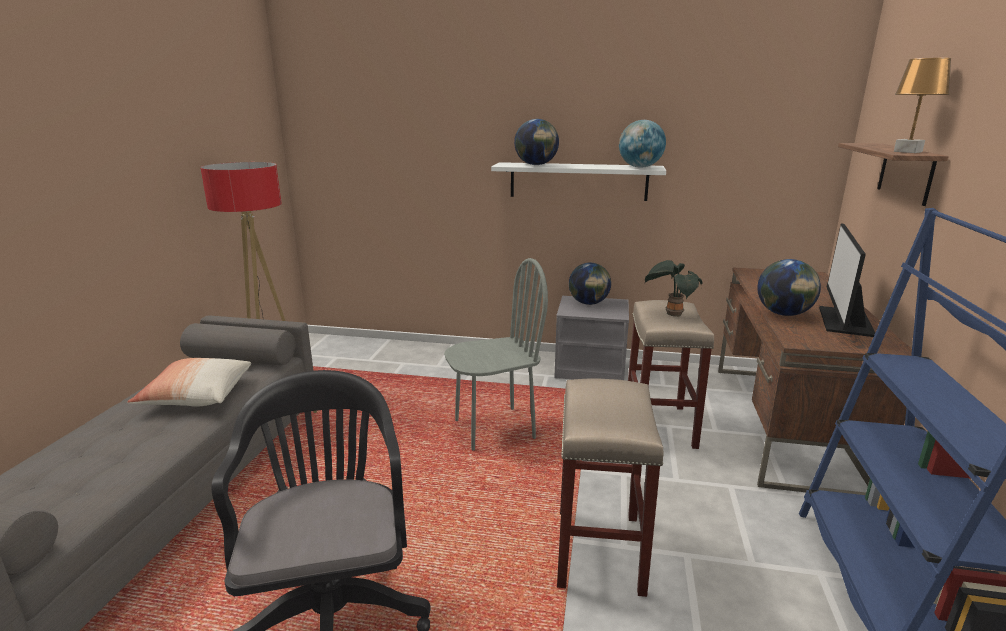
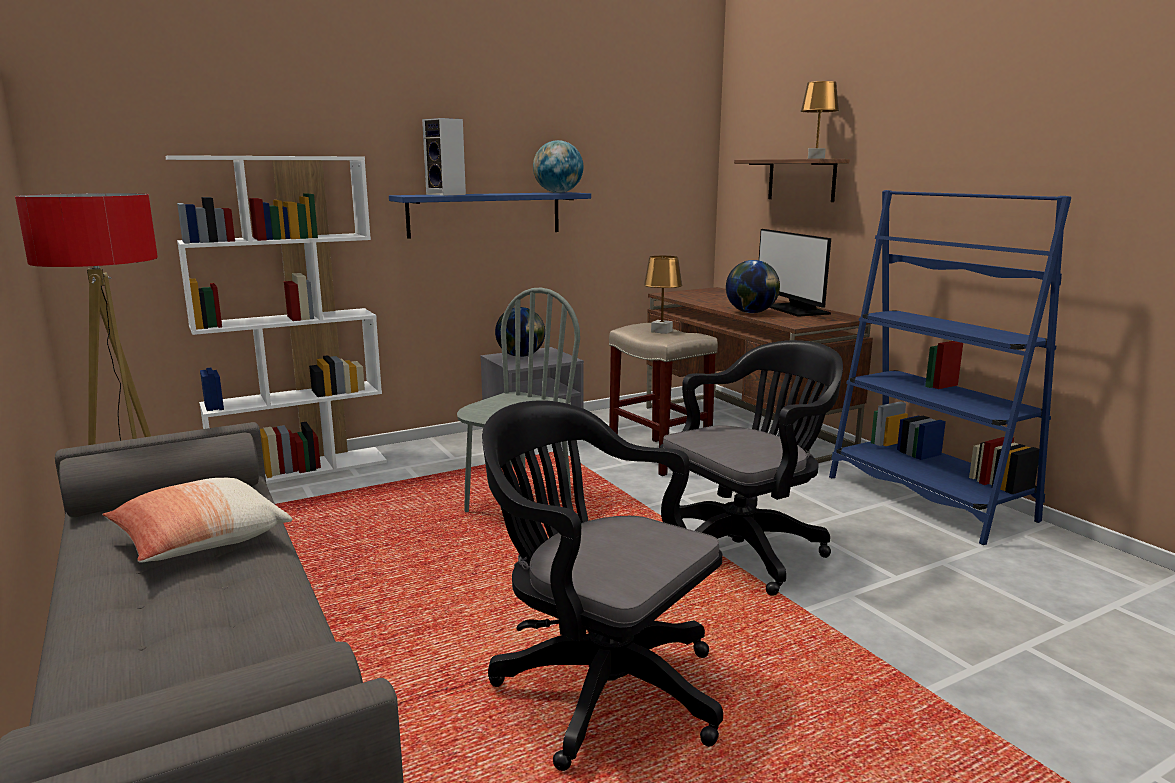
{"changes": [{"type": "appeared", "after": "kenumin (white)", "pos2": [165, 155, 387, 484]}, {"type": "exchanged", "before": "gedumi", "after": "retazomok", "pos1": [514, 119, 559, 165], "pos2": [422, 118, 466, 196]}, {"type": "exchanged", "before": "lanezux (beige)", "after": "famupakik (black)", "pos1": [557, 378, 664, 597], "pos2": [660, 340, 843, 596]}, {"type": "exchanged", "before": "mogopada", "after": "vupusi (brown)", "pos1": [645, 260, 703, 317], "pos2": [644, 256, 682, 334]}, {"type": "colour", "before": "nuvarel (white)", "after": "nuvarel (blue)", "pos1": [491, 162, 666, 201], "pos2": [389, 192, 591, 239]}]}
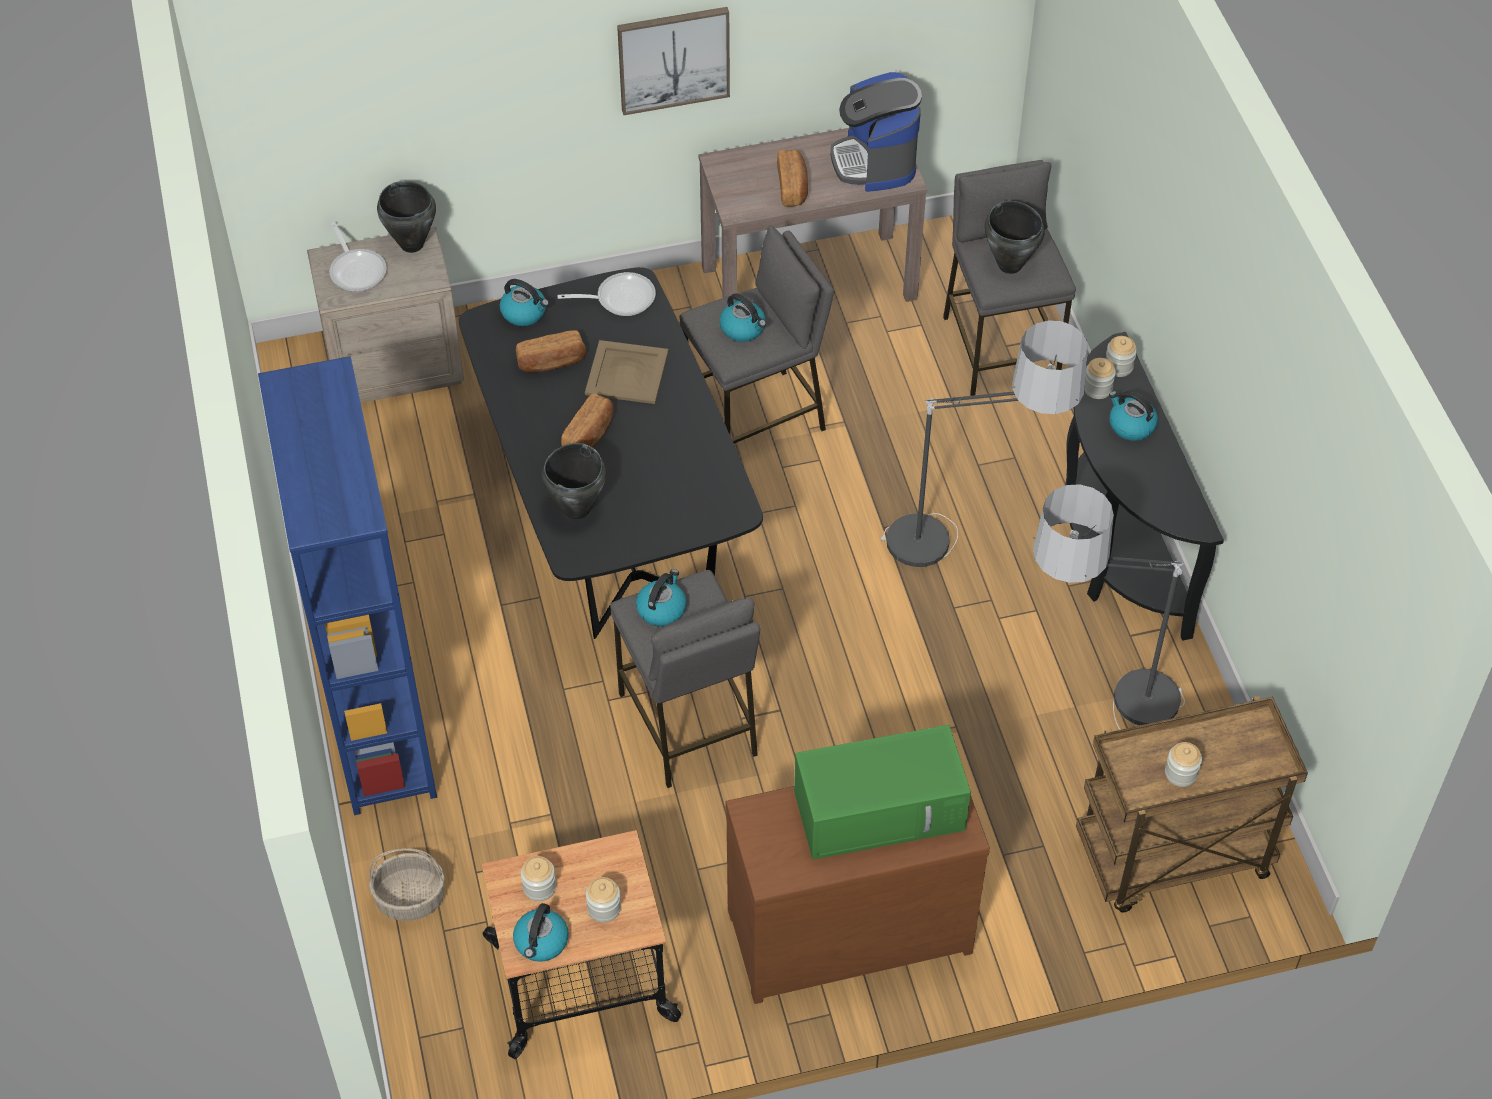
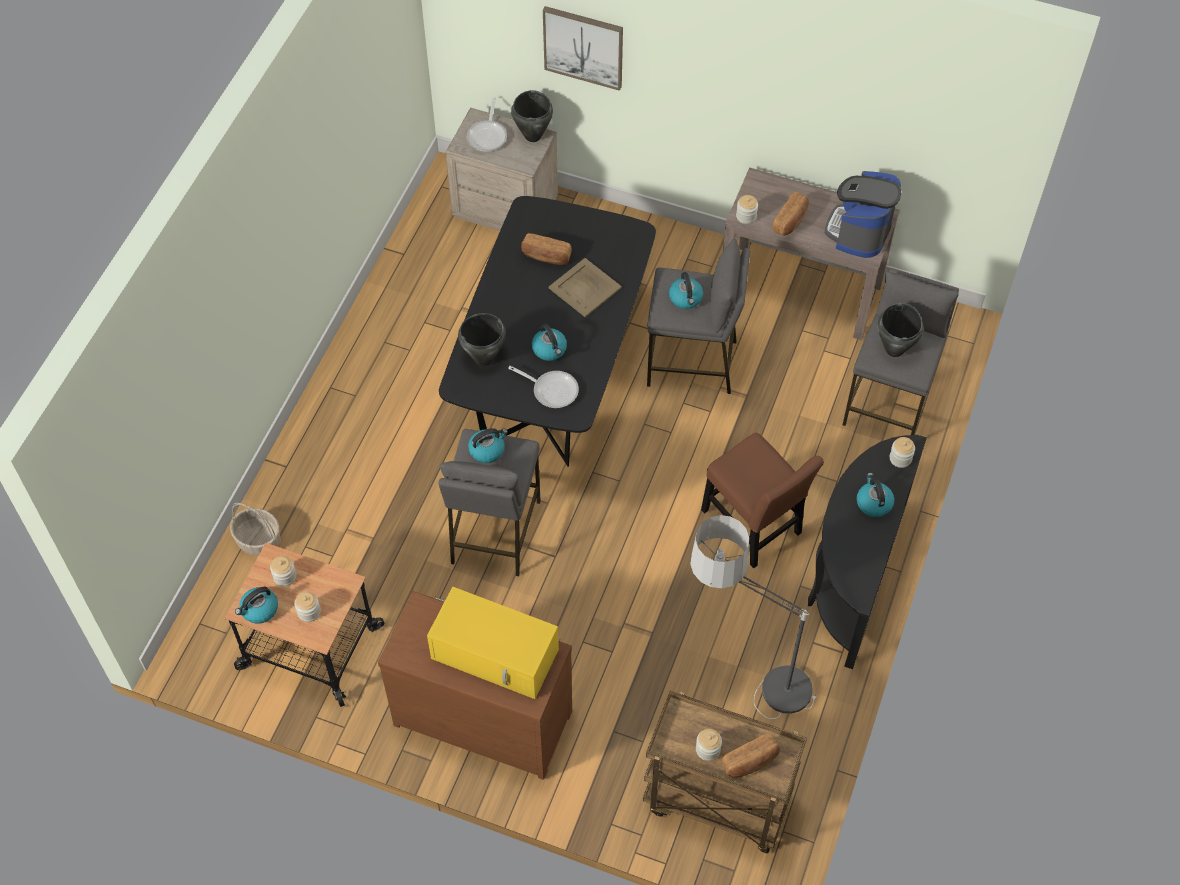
{"changes": [{"type": "missing", "before": "kenumin (blue)", "pos1": [258, 356, 437, 815]}, {"type": "relocated", "before": "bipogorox", "pos1": [500, 279, 549, 326], "pos2": [532, 323, 567, 361]}, {"type": "relocated", "before": "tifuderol", "pos1": [557, 272, 656, 316], "pos2": [508, 366, 579, 408]}, {"type": "relocated", "before": "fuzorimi", "pos1": [561, 393, 614, 447], "pos2": [722, 733, 780, 778]}, {"type": "relocated", "before": "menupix", "pos1": [617, 7, 730, 115], "pos2": [543, 6, 623, 91]}, {"type": "relocated", "before": "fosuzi", "pos1": [1084, 358, 1116, 399], "pos2": [736, 195, 758, 224]}, {"type": "exchanged", "before": "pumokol", "after": "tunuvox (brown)", "pos1": [880, 320, 1088, 567], "pos2": [701, 433, 824, 568]}, {"type": "colour", "before": "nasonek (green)", "after": "nasonek (yellow)", "pos1": [794, 725, 971, 860], "pos2": [427, 587, 559, 699]}]}
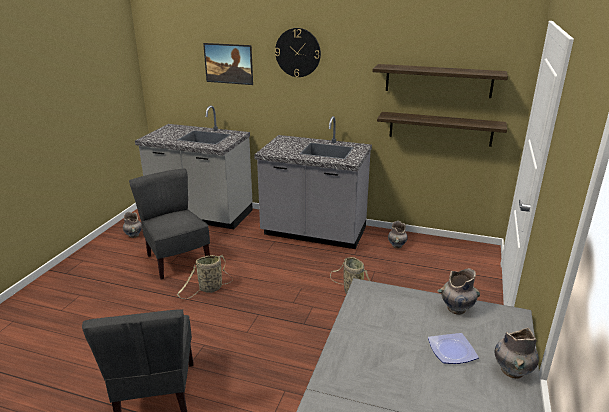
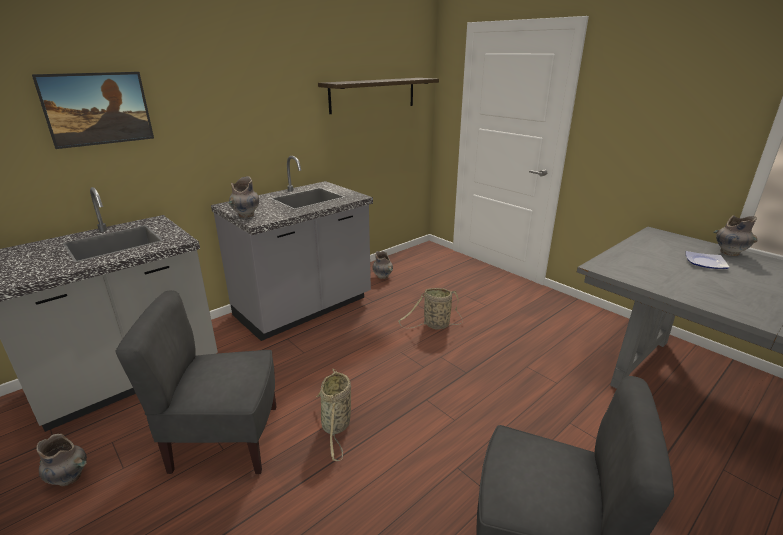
{"changes": [{"type": "missing", "before": "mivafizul", "pos1": [275, 28, 321, 77]}, {"type": "missing", "before": "nuvarel", "pos1": [377, 112, 507, 147]}, {"type": "relocated", "before": "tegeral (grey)", "pos1": [438, 268, 480, 315], "pos2": [228, 176, 259, 218]}]}
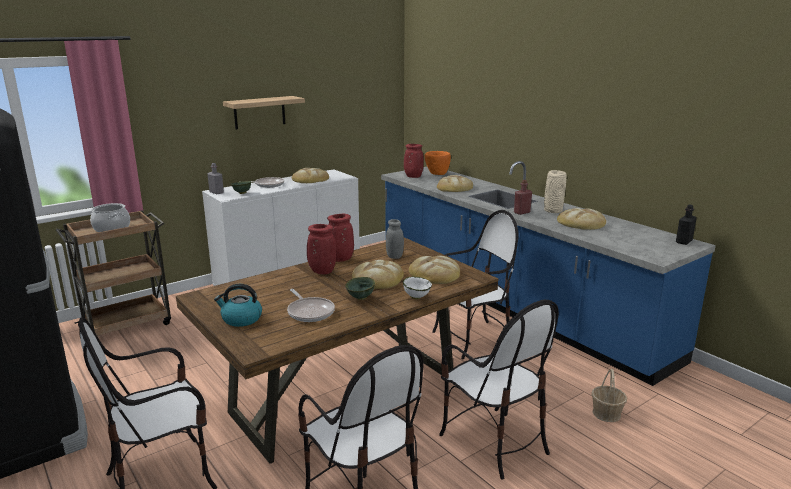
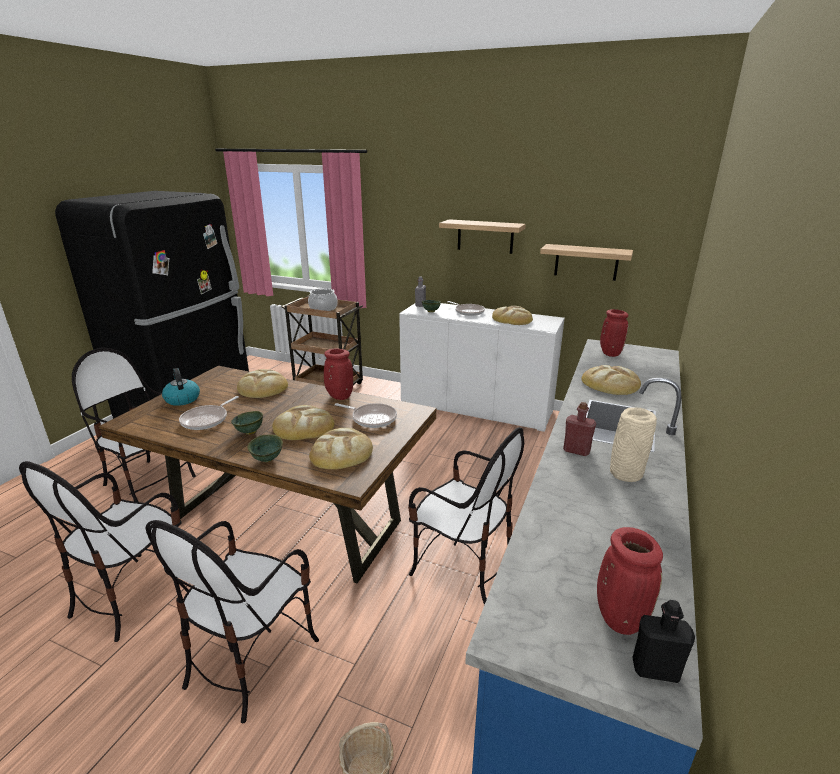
{"changes": [{"type": "missing", "before": "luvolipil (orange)", "pos1": [425, 151, 451, 175]}, {"type": "appeared", "after": "nuvarel", "pos2": [540, 244, 633, 281]}, {"type": "relocated", "before": "tegeral (red)", "pos1": [307, 224, 336, 275], "pos2": [597, 527, 663, 635]}, {"type": "relocated", "before": "fuzorimi", "pos1": [557, 208, 606, 230], "pos2": [237, 369, 288, 398]}, {"type": "exchanged", "before": "fosuzi (grey)", "after": "tifuderol", "pos1": [386, 219, 404, 259], "pos2": [335, 403, 397, 428]}, {"type": "colour", "before": "luvolipil (white)", "after": "luvolipil (green)", "pos1": [403, 277, 432, 299], "pos2": [248, 434, 283, 462]}]}
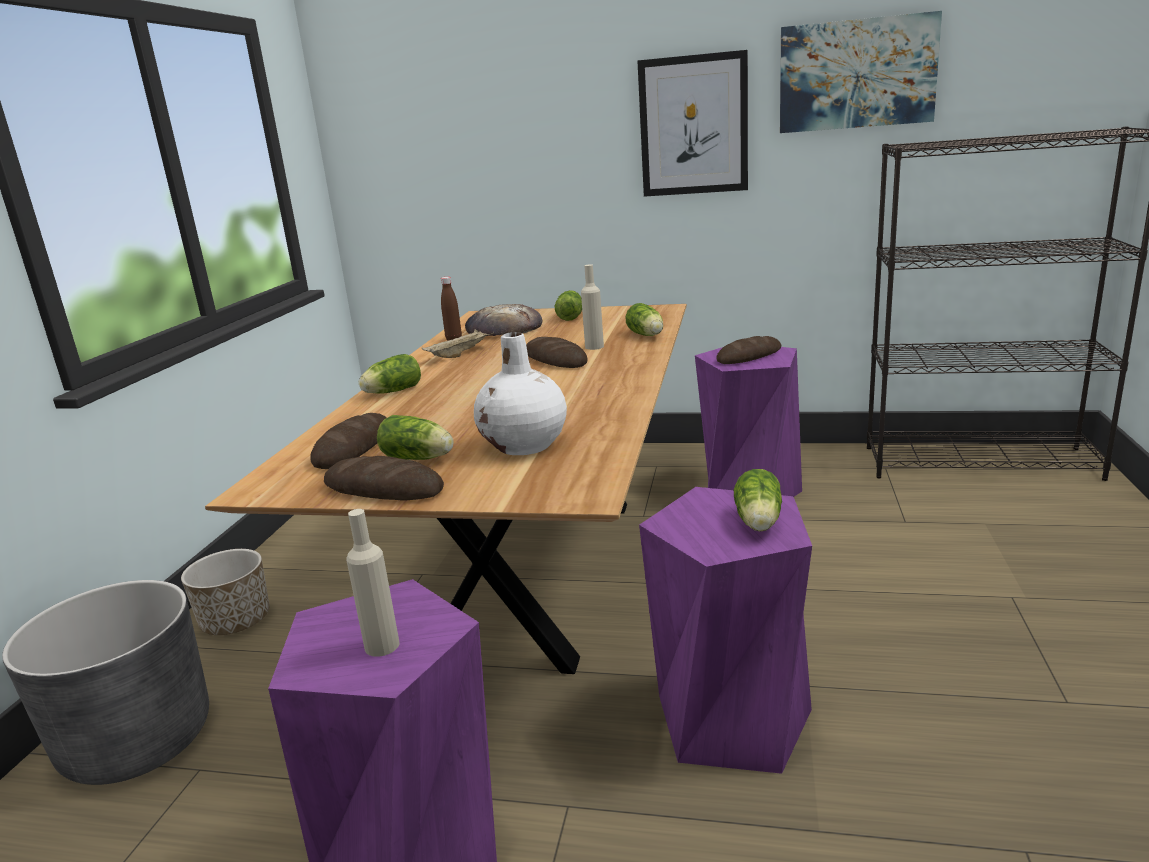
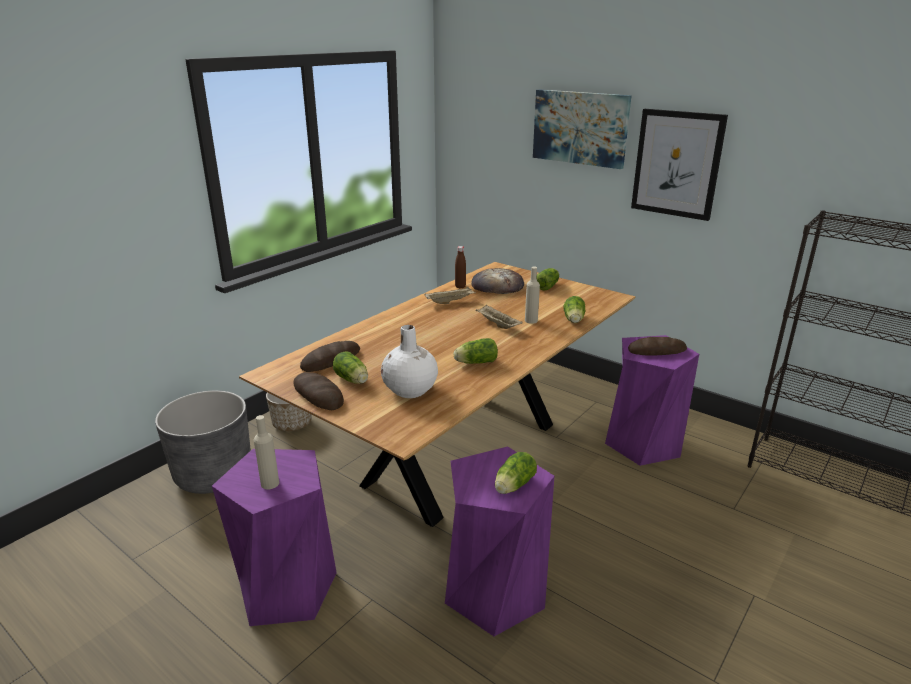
{"changes": [{"type": "relocated", "before": "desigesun", "pos1": [359, 354, 421, 394], "pos2": [454, 338, 498, 364]}, {"type": "relocated", "before": "menupix", "pos1": [780, 11, 942, 133], "pos2": [533, 90, 632, 169]}, {"type": "exchanged", "before": "fuzorimi", "after": "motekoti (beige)", "pos1": [526, 337, 588, 368], "pos2": [476, 305, 523, 329]}]}
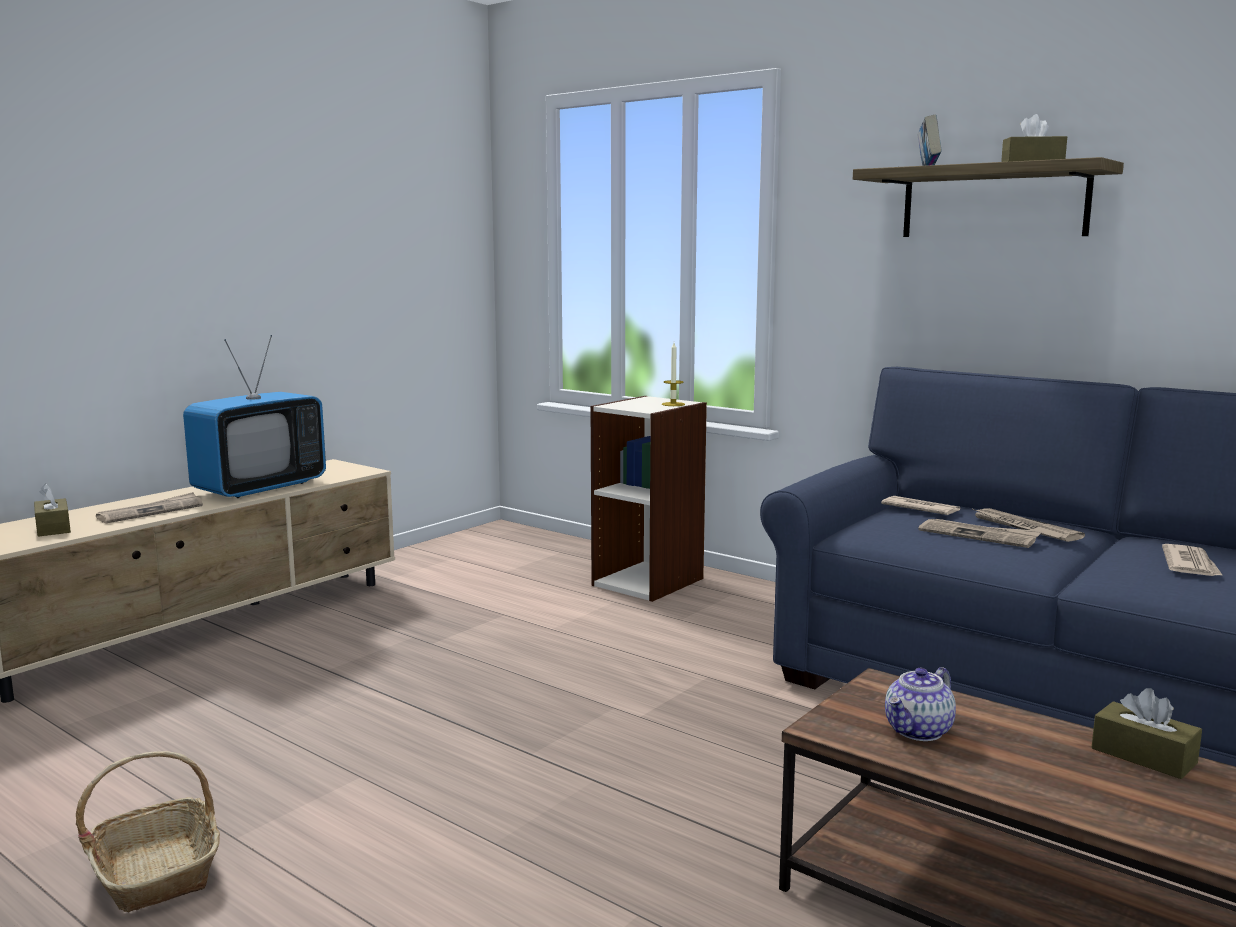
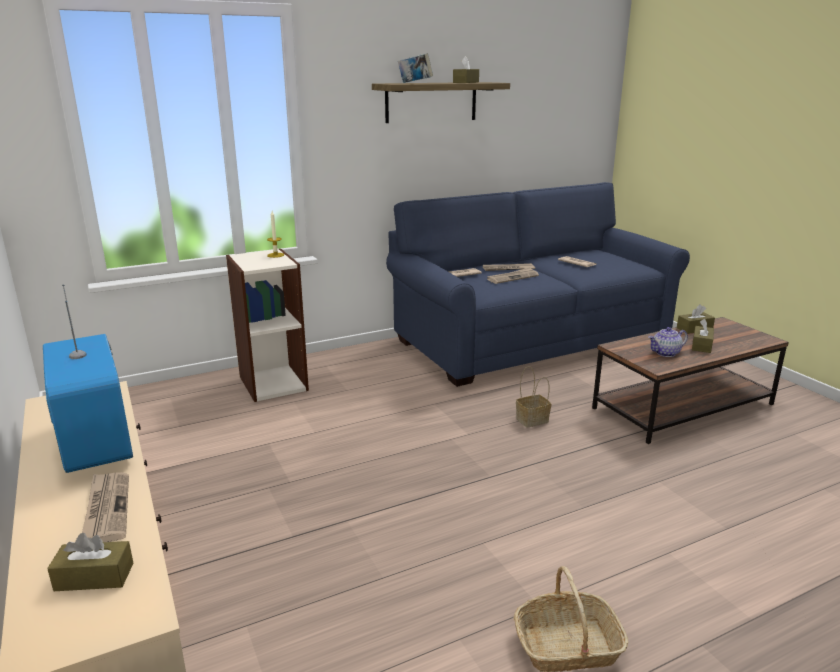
{"changes": [{"type": "appeared", "after": "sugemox", "pos2": [516, 366, 551, 427]}, {"type": "appeared", "after": "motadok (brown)", "pos2": [692, 319, 714, 353]}, {"type": "spun", "before": "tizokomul", "pos1": [885, 667, 956, 741], "pos2": [648, 327, 688, 357], "turn": 90}]}
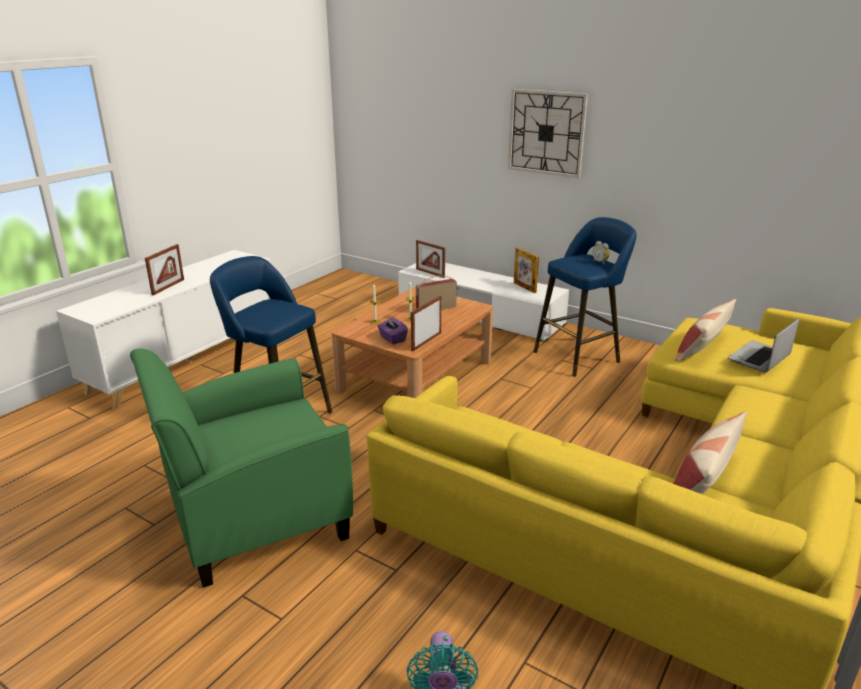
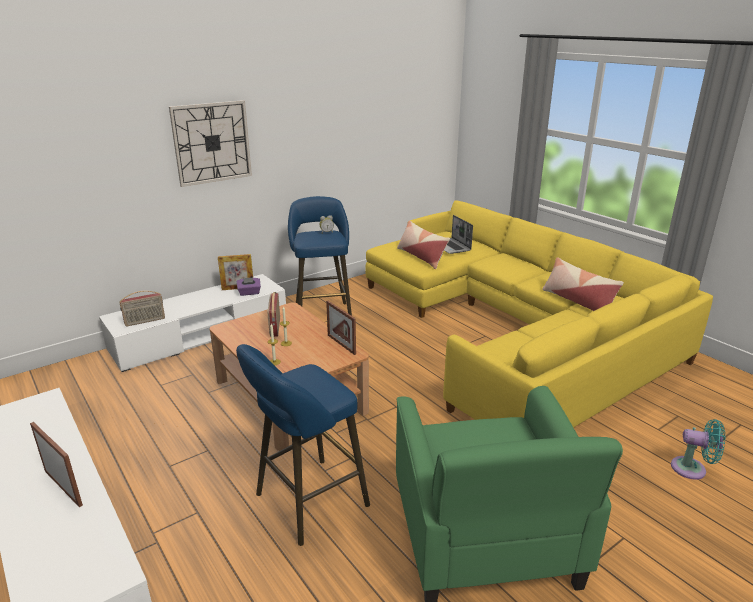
{"changes": [{"type": "relocated", "before": "motadok (purple)", "pos1": [378, 317, 408, 344], "pos2": [237, 278, 261, 296]}, {"type": "exchanged", "before": "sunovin", "after": "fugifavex", "pos1": [416, 240, 445, 278], "pos2": [119, 290, 165, 326]}]}
